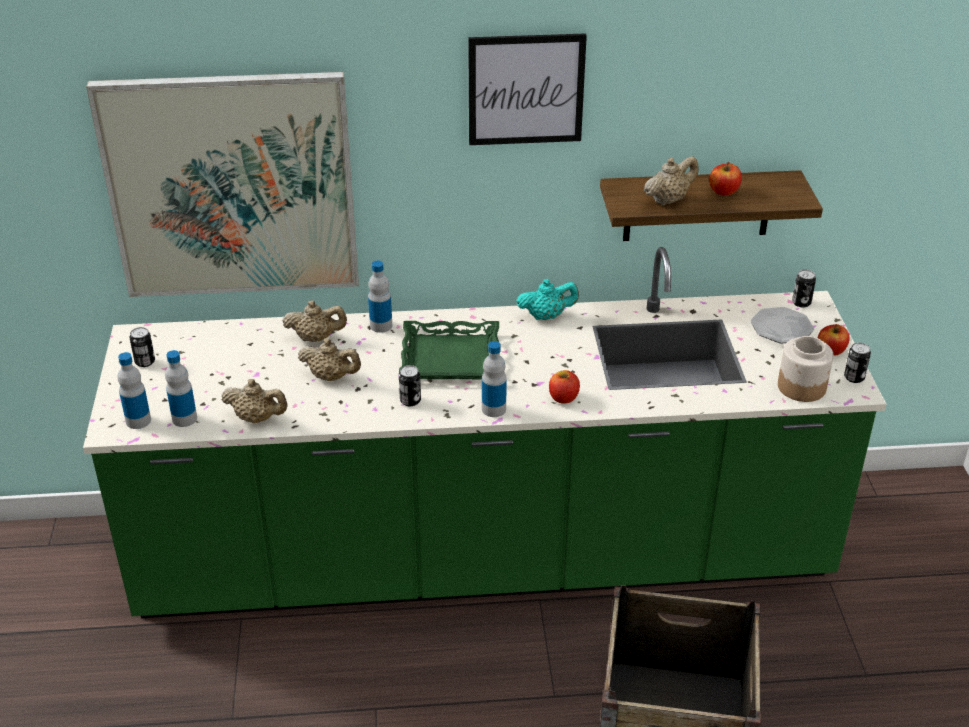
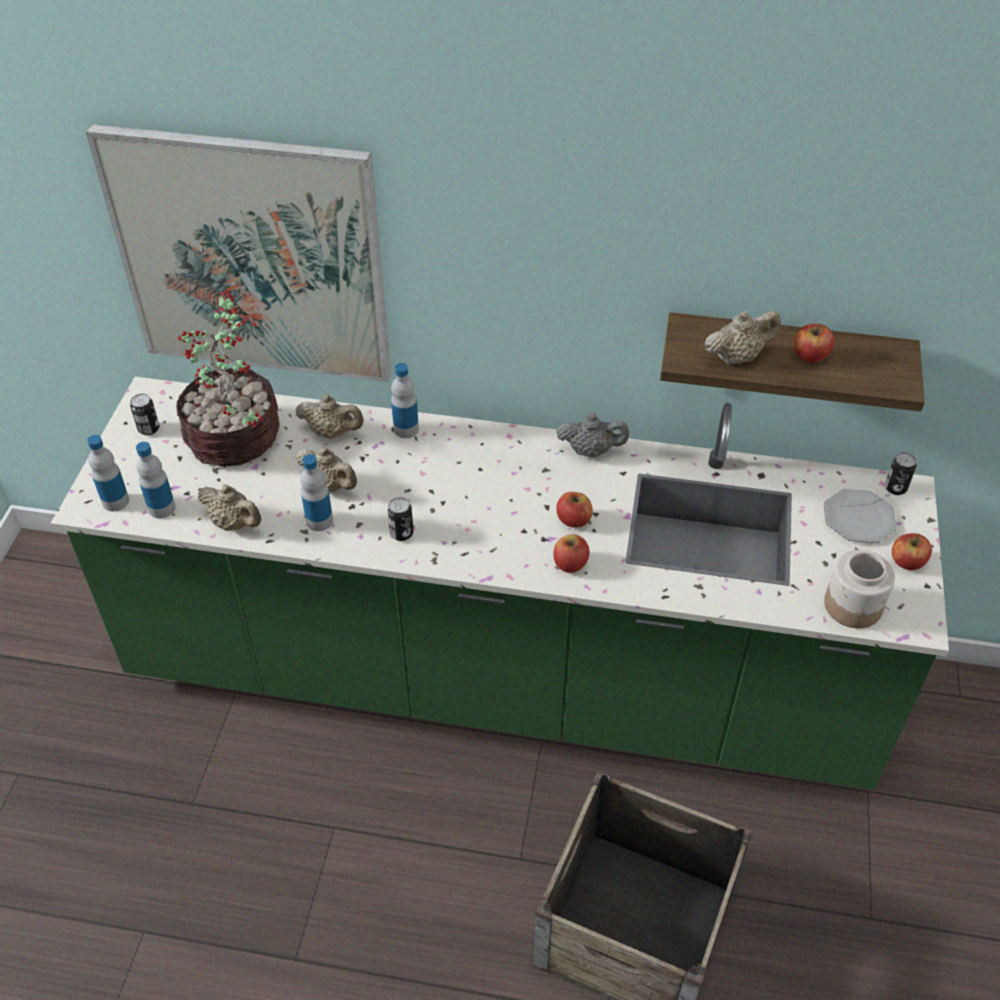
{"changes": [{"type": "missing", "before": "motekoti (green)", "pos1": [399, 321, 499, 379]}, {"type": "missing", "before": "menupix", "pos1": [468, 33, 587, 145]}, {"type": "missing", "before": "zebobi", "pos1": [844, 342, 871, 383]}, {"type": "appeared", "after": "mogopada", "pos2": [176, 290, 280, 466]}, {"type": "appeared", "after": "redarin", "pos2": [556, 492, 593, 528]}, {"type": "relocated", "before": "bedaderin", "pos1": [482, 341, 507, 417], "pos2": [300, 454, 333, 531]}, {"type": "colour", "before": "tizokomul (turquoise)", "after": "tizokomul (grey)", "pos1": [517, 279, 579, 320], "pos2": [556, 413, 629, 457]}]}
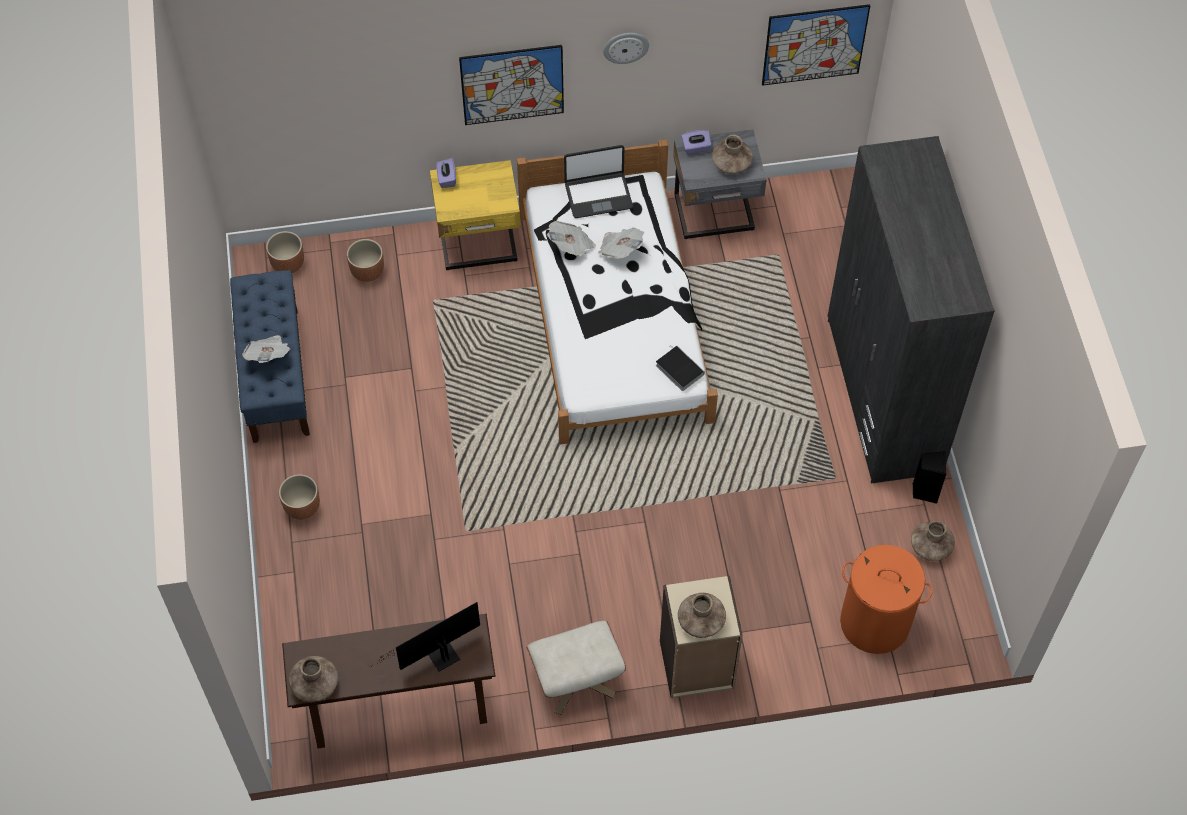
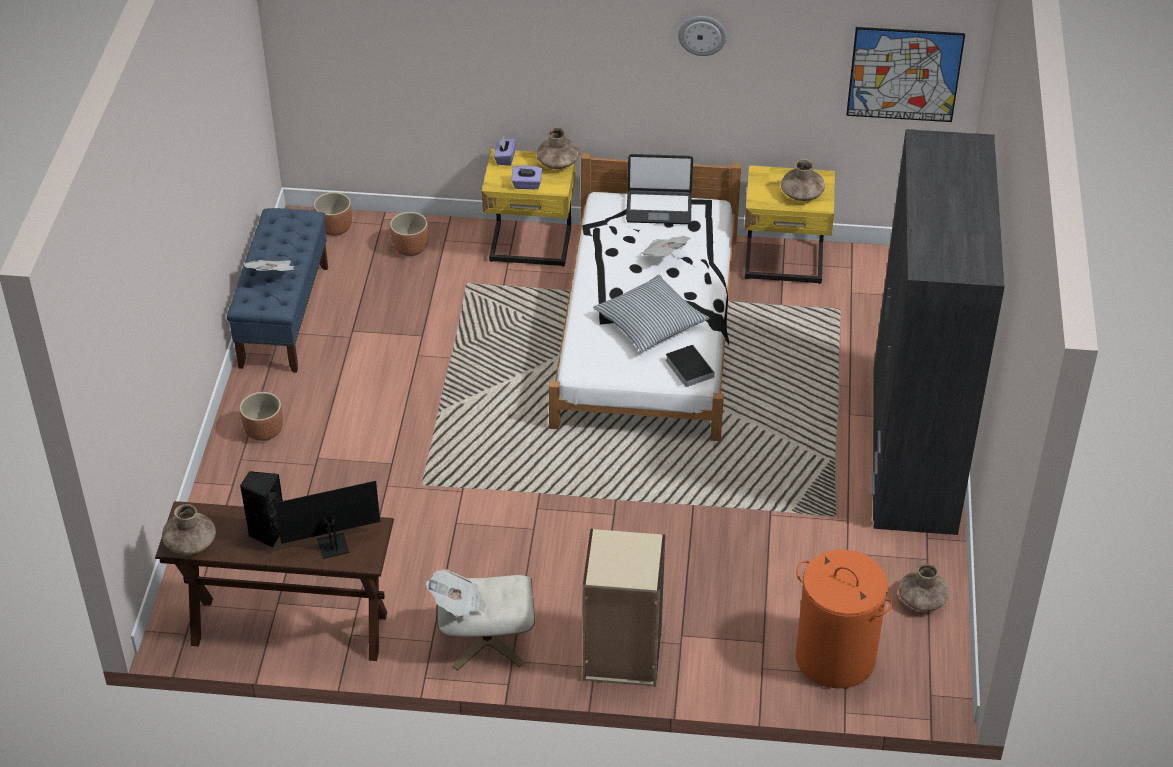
{"changes": [{"type": "missing", "before": "menupix", "pos1": [459, 45, 564, 125]}, {"type": "appeared", "after": "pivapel", "pos2": [593, 275, 710, 352]}, {"type": "relocated", "before": "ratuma", "pos1": [547, 221, 596, 256], "pos2": [426, 569, 489, 617]}, {"type": "relocated", "before": "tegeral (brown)", "pos1": [678, 593, 726, 638], "pos2": [536, 127, 579, 169]}, {"type": "relocated", "before": "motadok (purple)", "pos1": [681, 130, 712, 154], "pos2": [511, 165, 542, 189]}, {"type": "relocated", "before": "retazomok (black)", "pos1": [913, 451, 947, 504], "pos2": [240, 471, 283, 548]}, {"type": "colour", "before": "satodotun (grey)", "after": "satodotun (yellow)", "pos1": [673, 130, 766, 239], "pos2": [744, 165, 835, 284]}]}
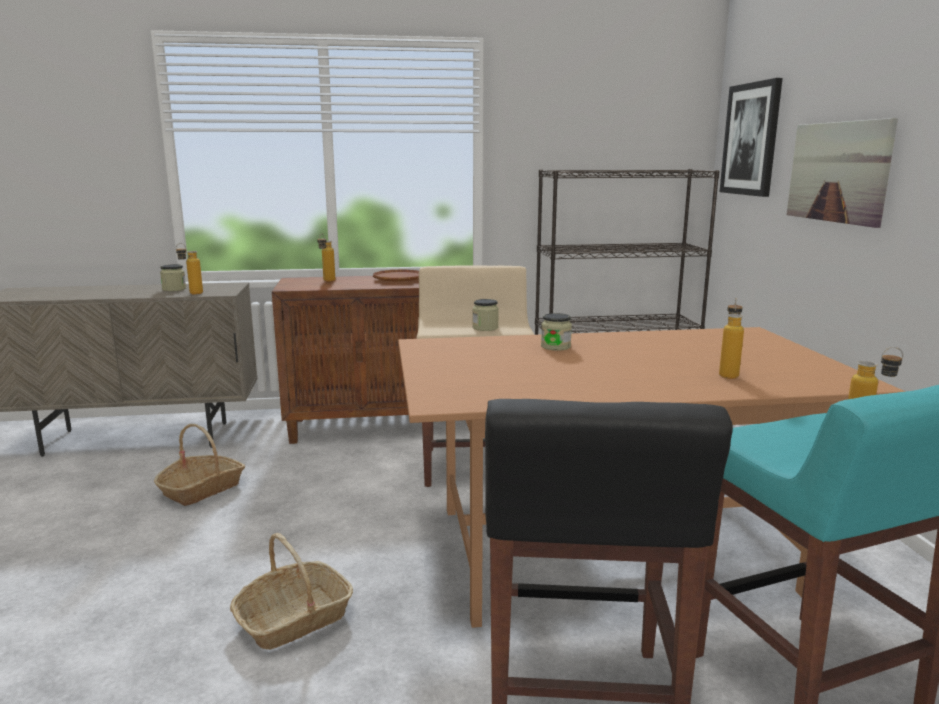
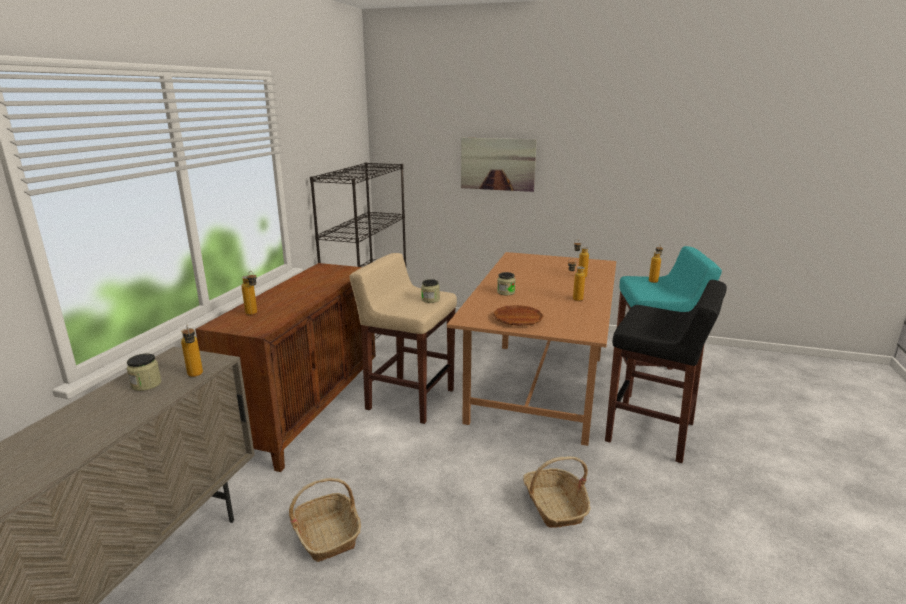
{"changes": [{"type": "missing", "before": "menupix", "pos1": [720, 78, 783, 197]}, {"type": "appeared", "after": "bedaderin", "pos2": [568, 258, 585, 301]}, {"type": "relocated", "before": "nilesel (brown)", "pos1": [373, 270, 419, 282], "pos2": [493, 305, 543, 326]}]}
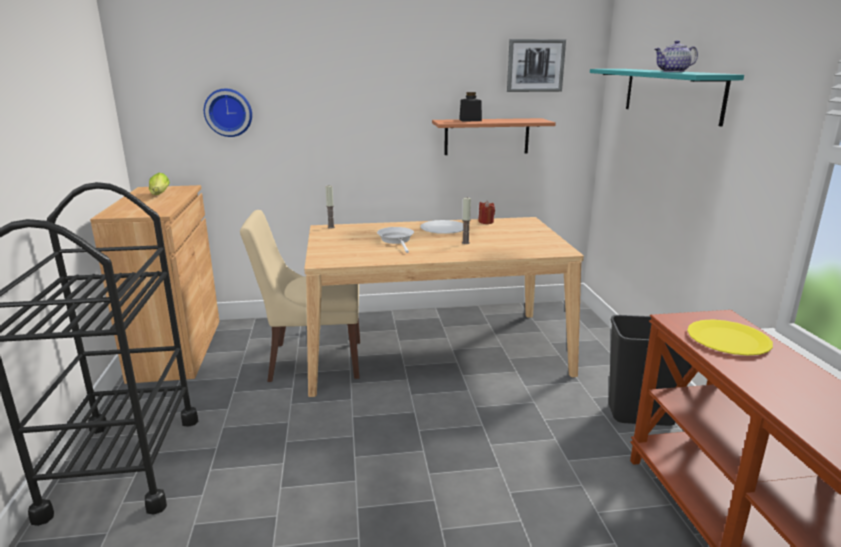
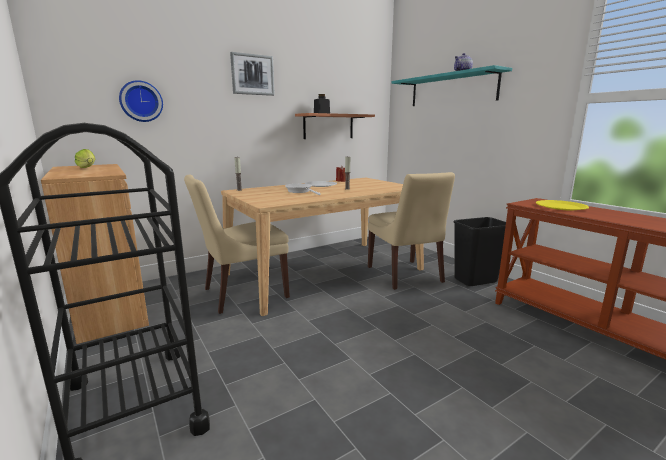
{"changes": [{"type": "appeared", "after": "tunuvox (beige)", "pos2": [368, 172, 455, 290]}, {"type": "relocated", "before": "menupix", "pos1": [507, 39, 566, 92], "pos2": [230, 52, 275, 96]}]}
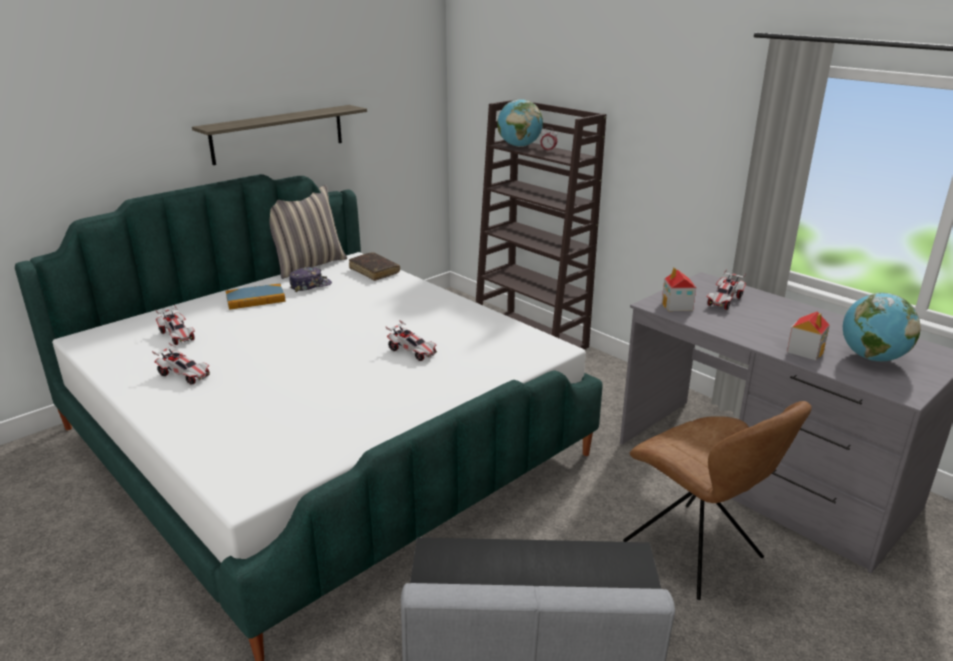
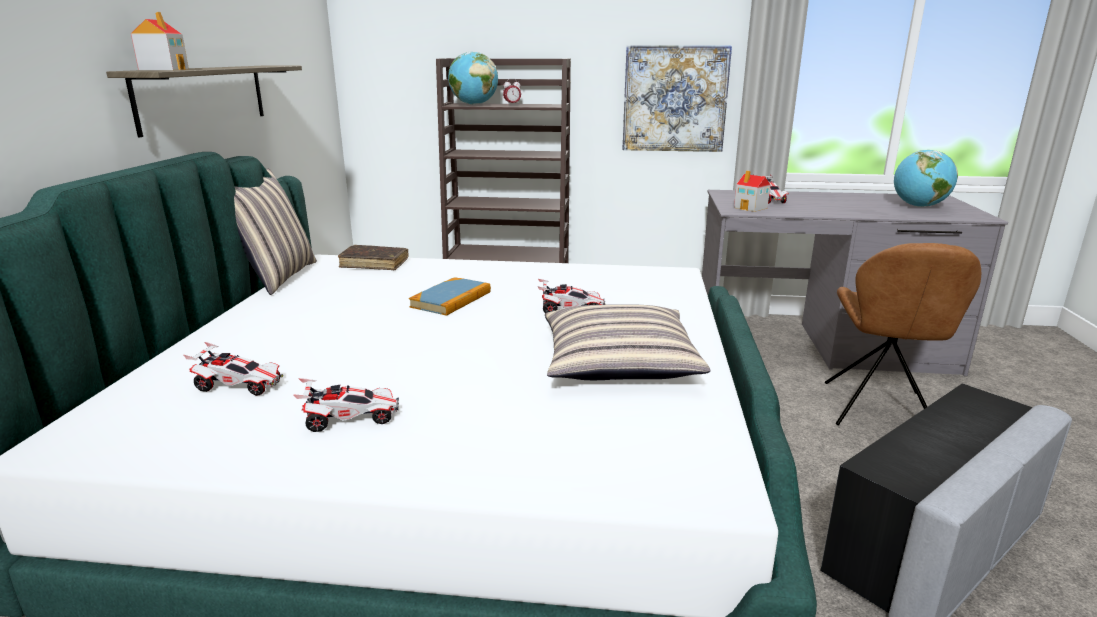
{"changes": [{"type": "missing", "before": "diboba", "pos1": [289, 267, 332, 292]}, {"type": "appeared", "after": "pivapel", "pos2": [545, 304, 711, 380]}, {"type": "appeared", "after": "menupix", "pos2": [622, 45, 732, 152]}, {"type": "relocated", "before": "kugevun", "pos1": [226, 284, 286, 310], "pos2": [409, 277, 491, 316]}, {"type": "relocated", "before": "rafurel", "pos1": [787, 311, 830, 360], "pos2": [131, 12, 189, 70]}, {"type": "spun", "before": "tunuvox (brown)", "pos1": [623, 401, 812, 600], "pos2": [825, 243, 981, 425], "turn": 90}]}
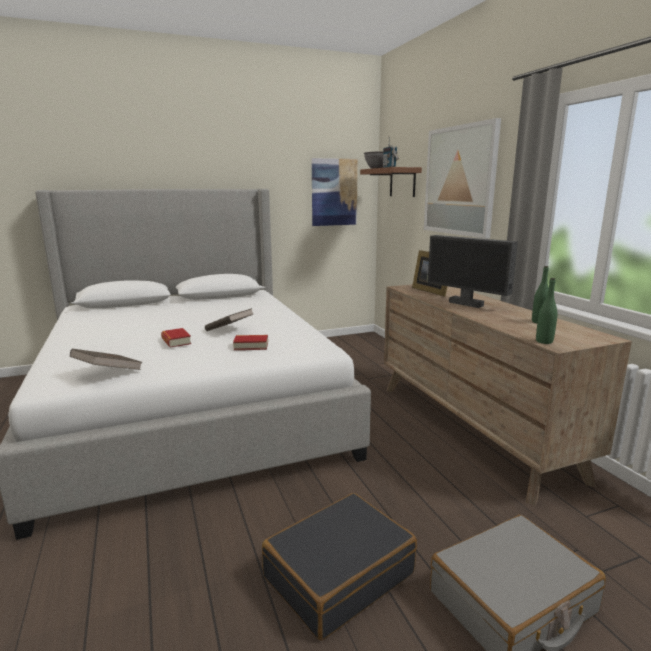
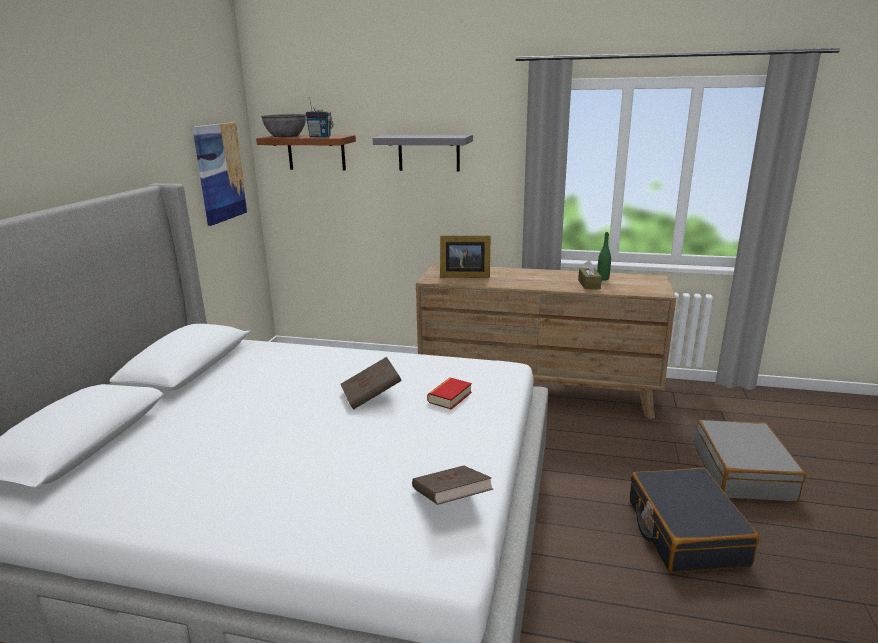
{"changes": [{"type": "missing", "before": "kugevun", "pos1": [161, 328, 191, 348]}, {"type": "missing", "before": "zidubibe", "pos1": [428, 235, 518, 308]}, {"type": "missing", "before": "bedaderin (green)", "pos1": [536, 278, 557, 344]}, {"type": "appeared", "after": "motadok (brown)", "pos2": [578, 260, 602, 289]}, {"type": "exchanged", "before": "menupix", "after": "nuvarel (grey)", "pos1": [424, 118, 501, 239], "pos2": [372, 134, 473, 171]}]}
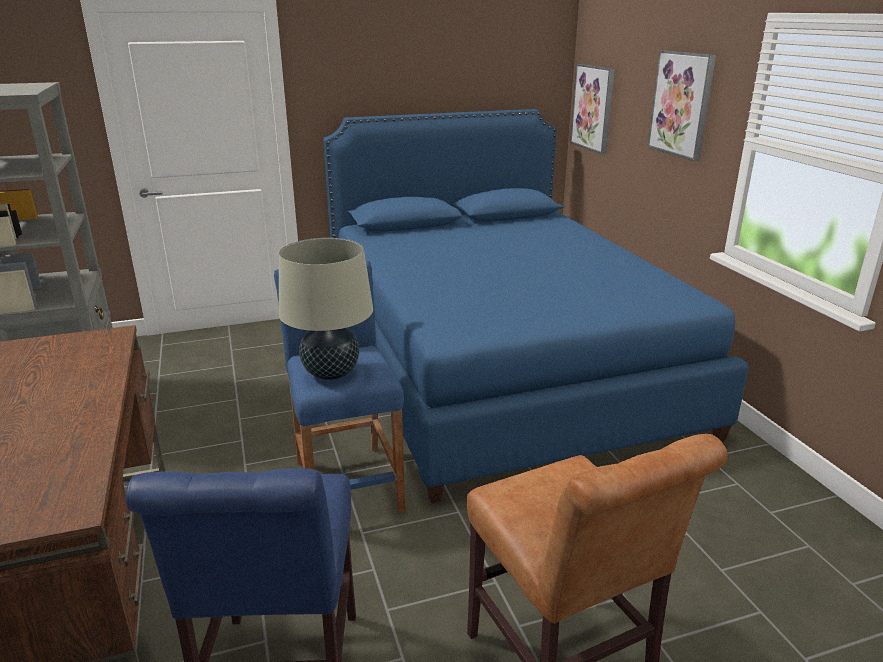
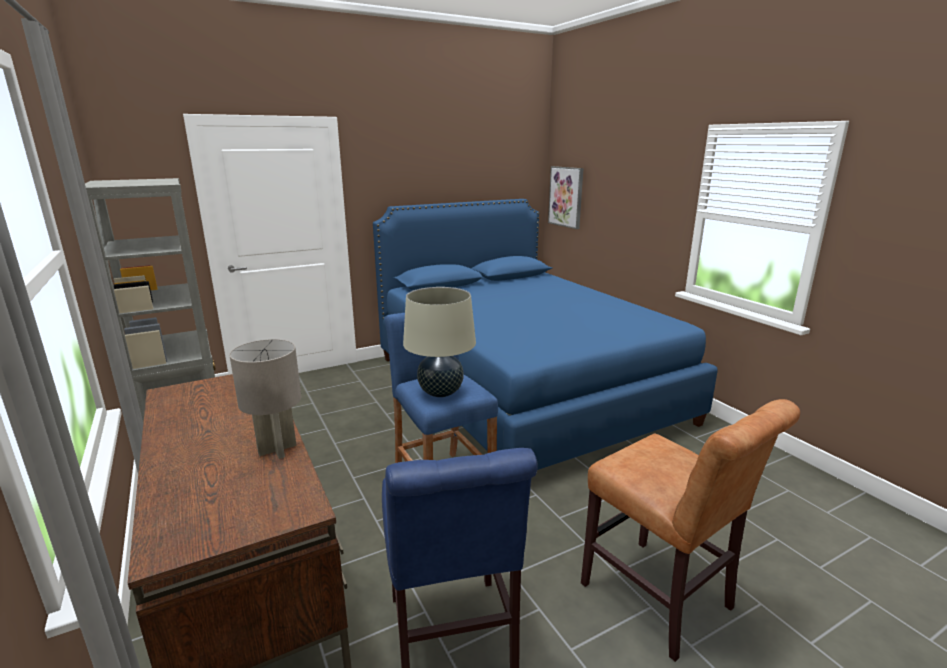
{"changes": [{"type": "missing", "before": "menupix", "pos1": [648, 50, 716, 162]}, {"type": "appeared", "after": "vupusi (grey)", "pos2": [229, 339, 301, 459]}]}
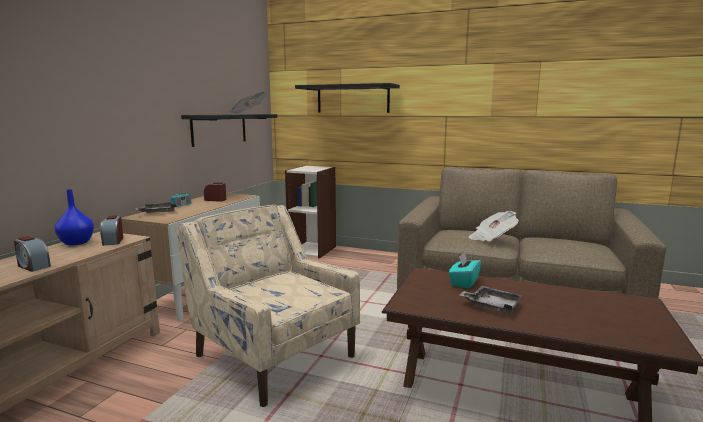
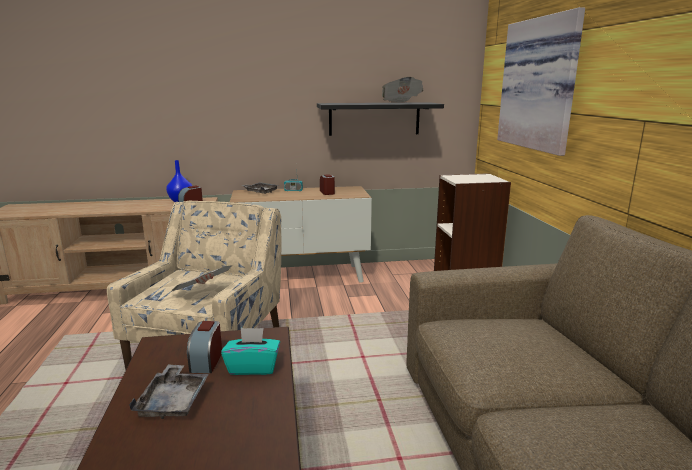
{"changes": [{"type": "relocated", "before": "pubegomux", "pos1": [14, 236, 51, 272], "pos2": [187, 321, 222, 373]}, {"type": "relocated", "before": "ratuma", "pos1": [469, 211, 519, 242], "pos2": [171, 265, 232, 292]}, {"type": "exchanged", "before": "nuvarel (black)", "after": "menupix", "pos1": [295, 83, 400, 113], "pos2": [497, 7, 585, 156]}]}
